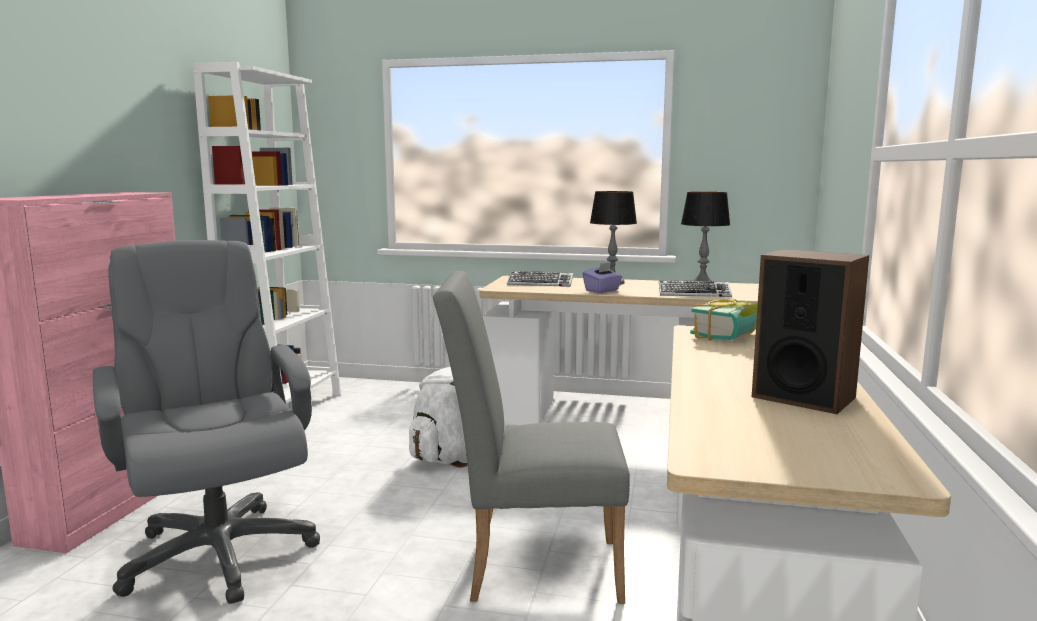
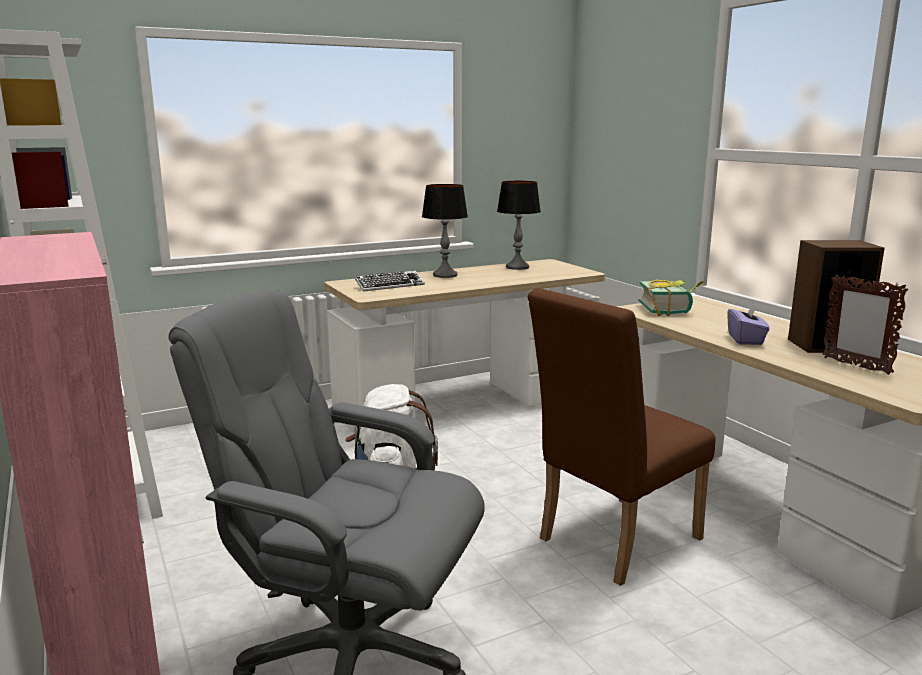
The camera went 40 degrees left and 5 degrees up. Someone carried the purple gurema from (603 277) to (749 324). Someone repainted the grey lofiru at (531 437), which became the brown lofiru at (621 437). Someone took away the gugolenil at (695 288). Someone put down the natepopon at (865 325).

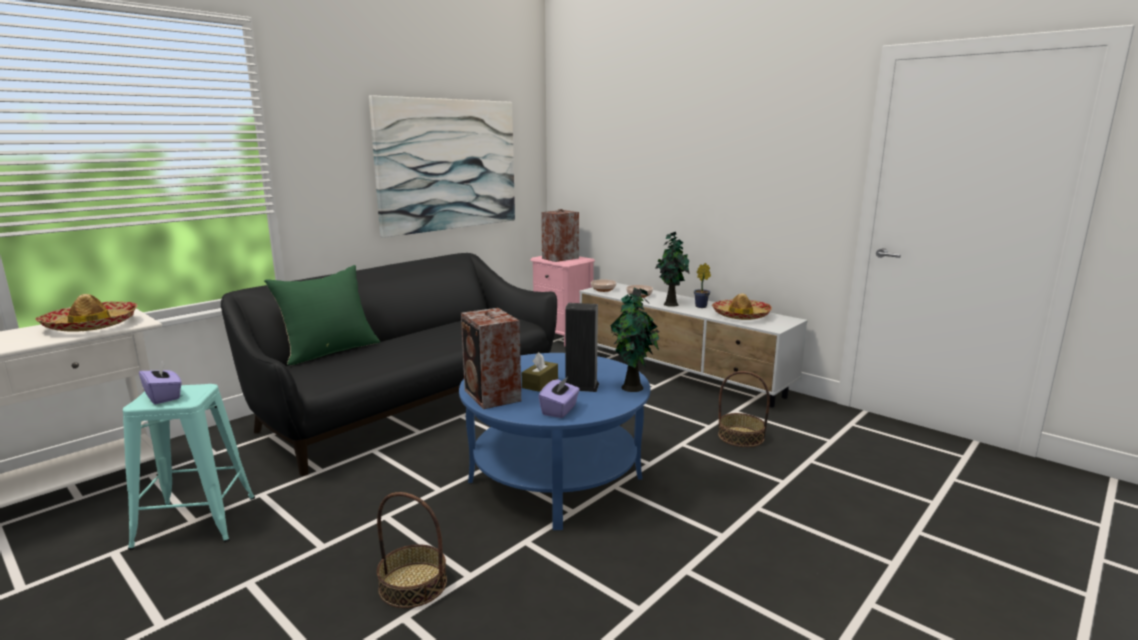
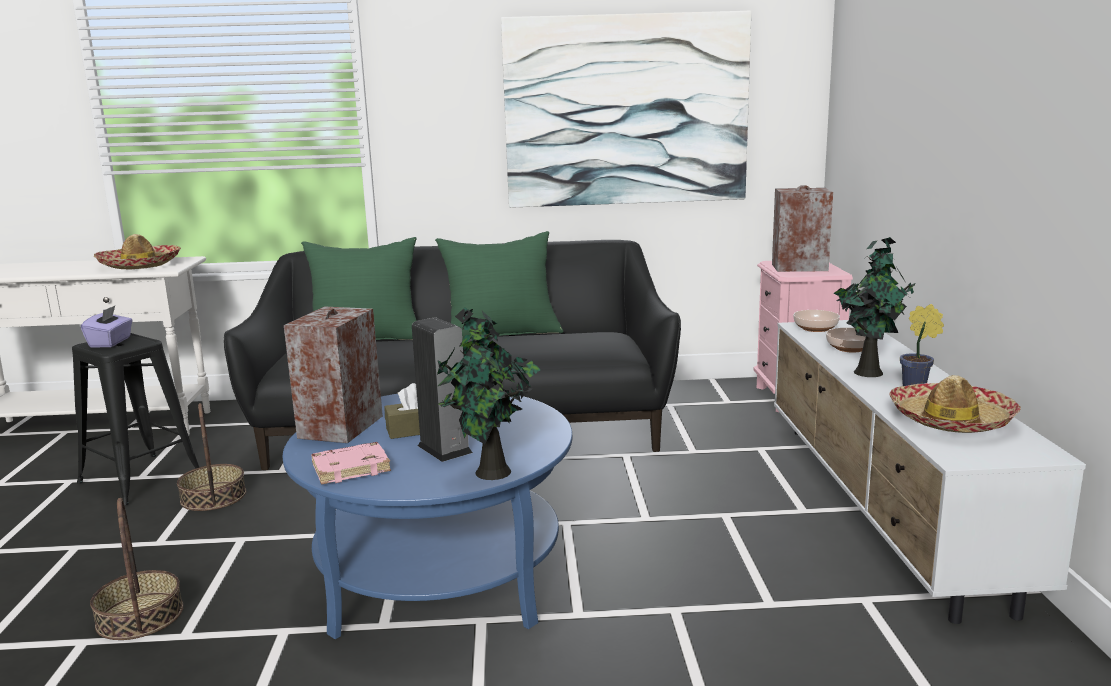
The camera went 45 degrees right and 0 degrees up. Someone carried the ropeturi from (744 409) to (211 457). Someone swapped the purple gurema at (559 397) for the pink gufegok at (351 463). Someone repainted the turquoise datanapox at (189 467), which became the black datanapox at (135 419). Someone put down the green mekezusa at (499 285).

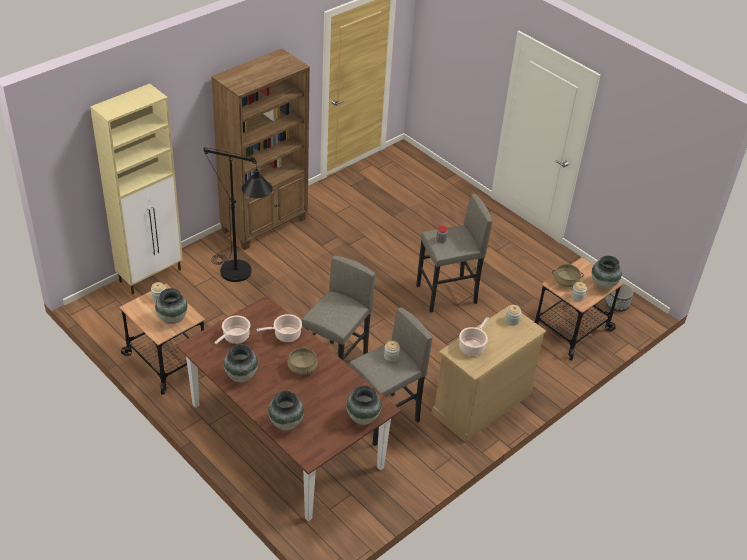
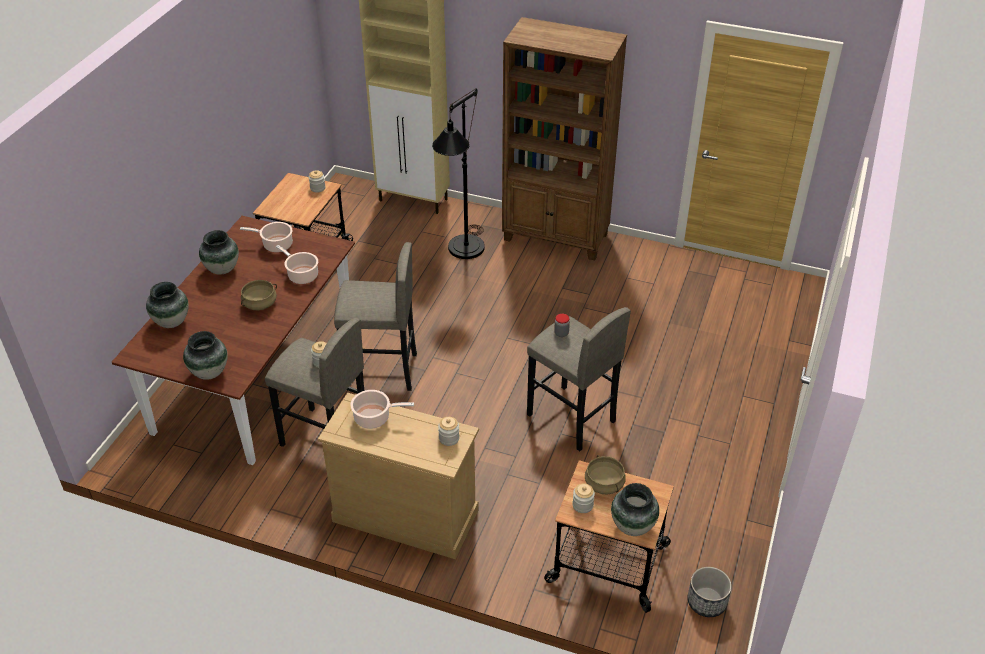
The camera went 65 degrees right and 0 degrees up. Someone took away the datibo at (171 306).

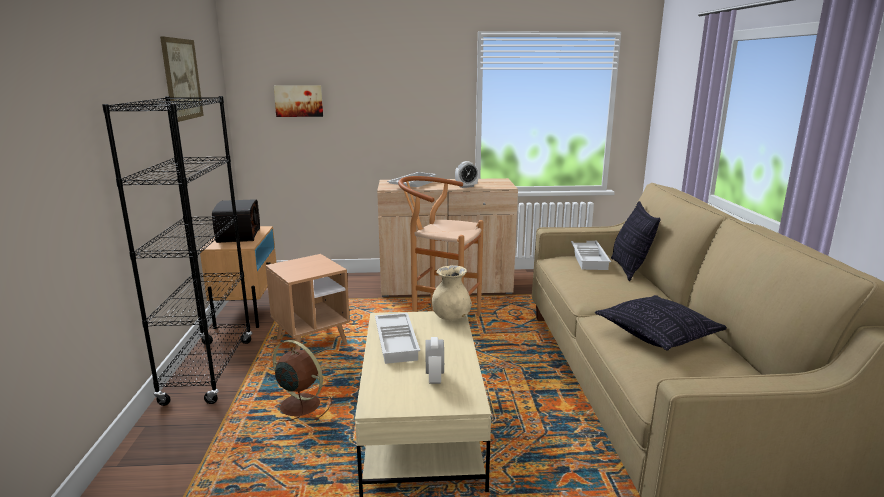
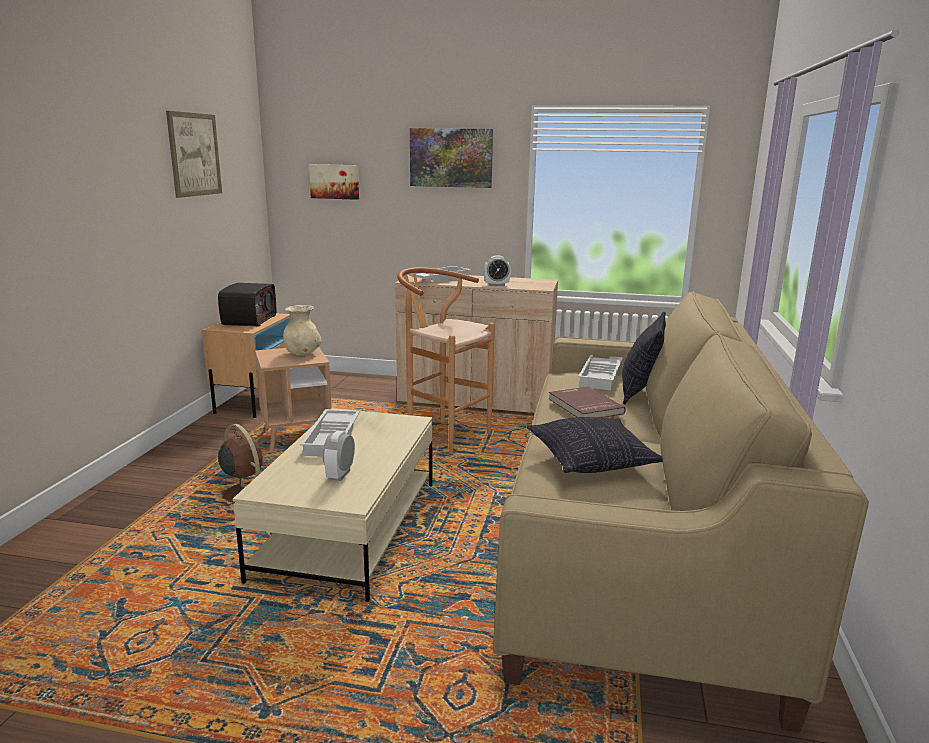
The camera went 15 degrees right and 0 degrees up. Someone took away the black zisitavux at (177 251). Someone carried the beige datibo from (452 292) to (302 330). Someone put up the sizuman at (451 158). Someone put down the red gufegok at (587 402).

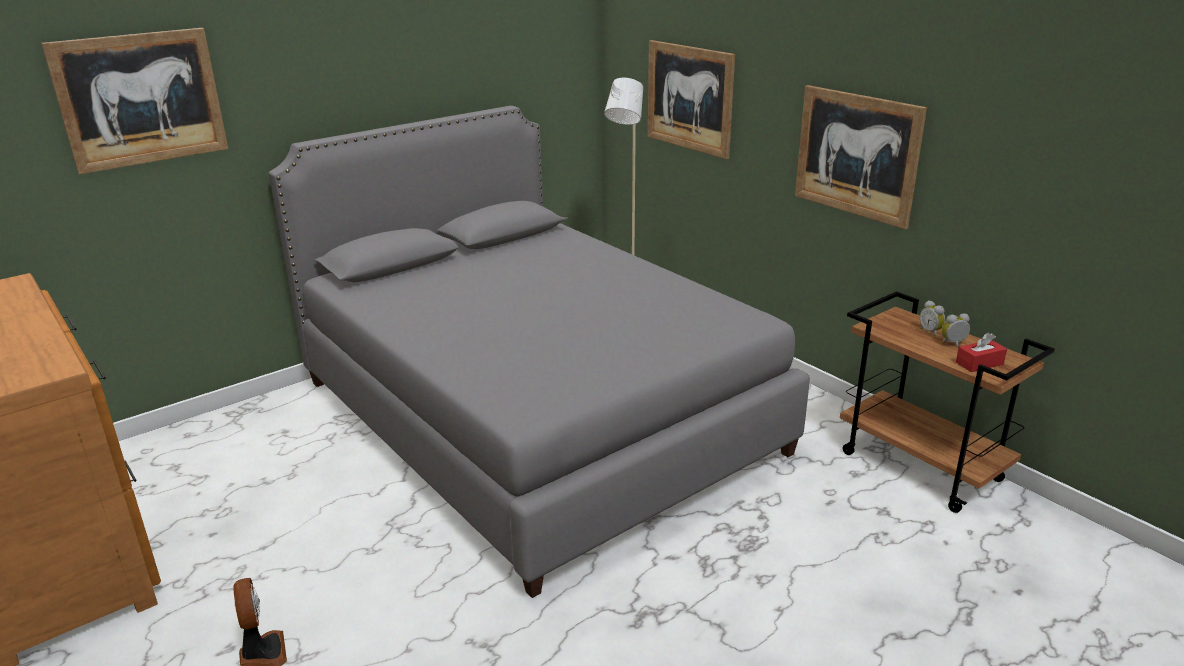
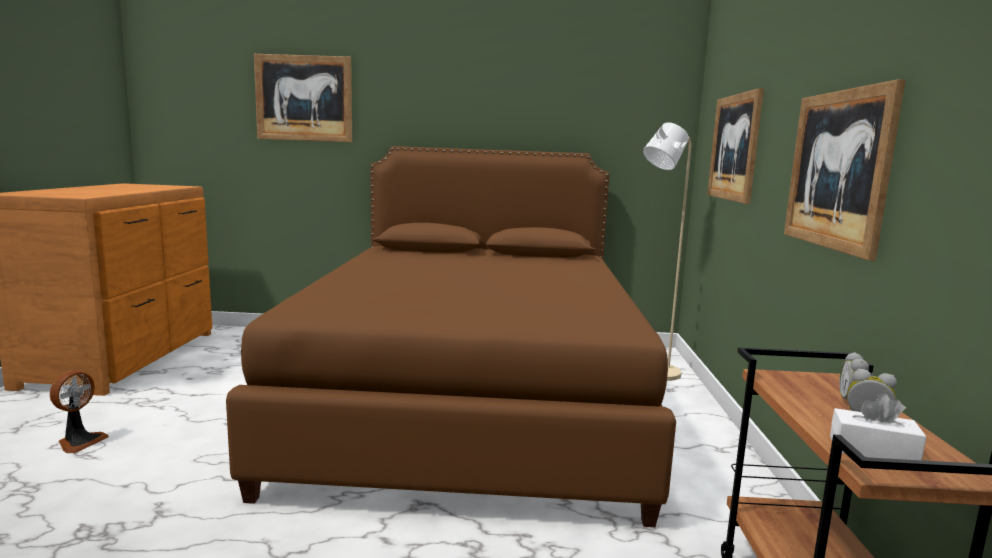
The camera went 40 degrees right and 15 degrees down. Someone repainted the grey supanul at (539 352), which became the brown supanul at (451 336). Someone repainted the red gurema at (981 352), which became the white gurema at (878 426).

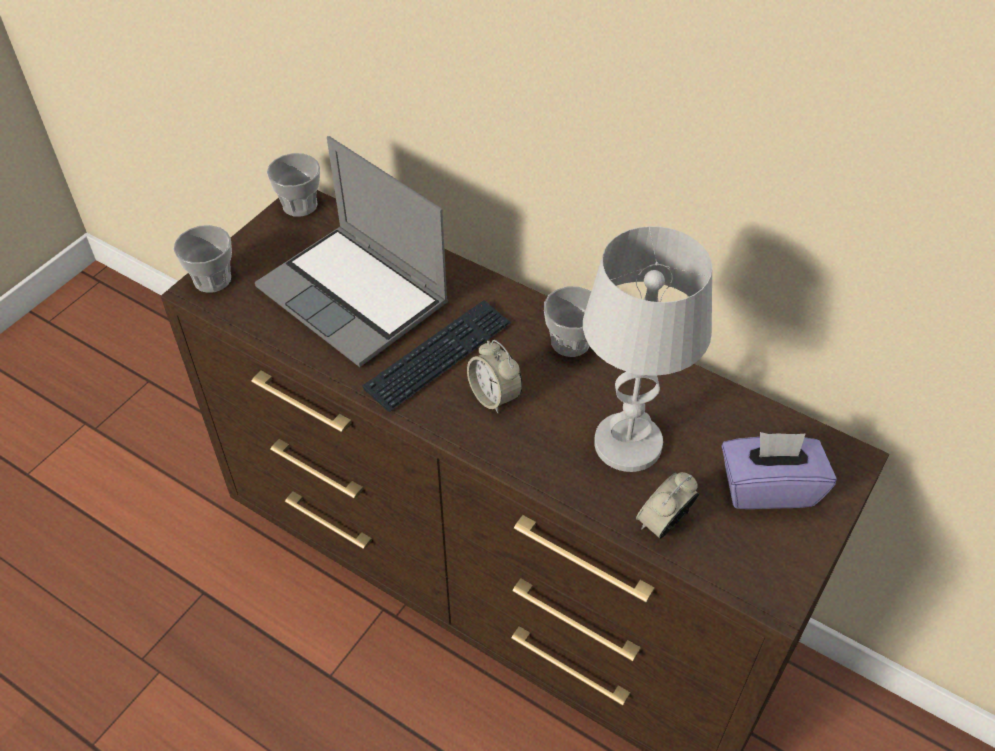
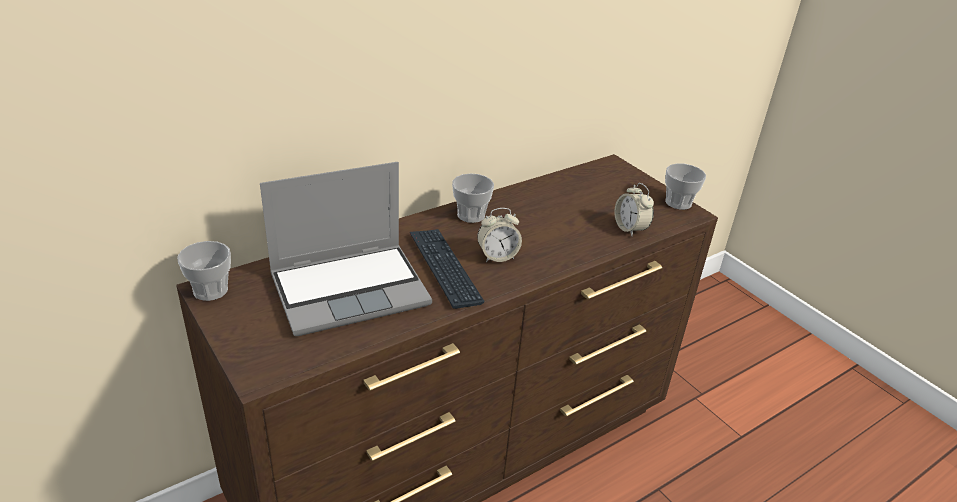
The camera went 70 degrees left and 15 degrees down. Someone carried the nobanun from (202 259) to (685 186). Someone took away the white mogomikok at (647 349). Someone took away the purple gurema at (779 470).

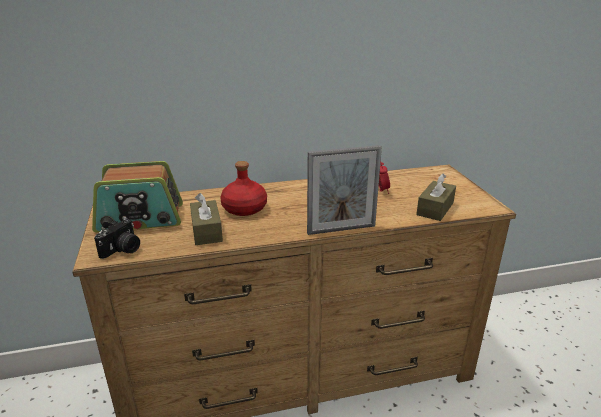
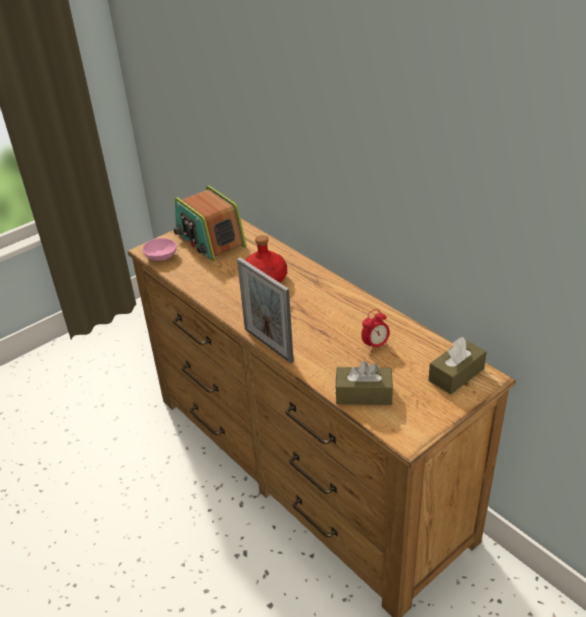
The camera went 65 degrees right and 10 degrees up. Someone carried the brown gurema from (206 219) to (457 366). Someone swapped the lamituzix at (117 239) for the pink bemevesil at (159 249).

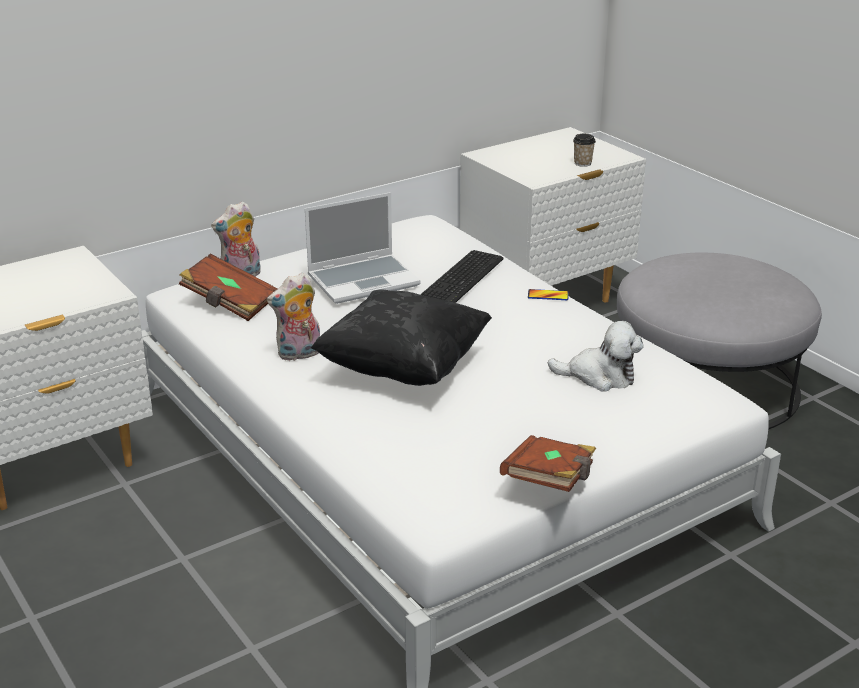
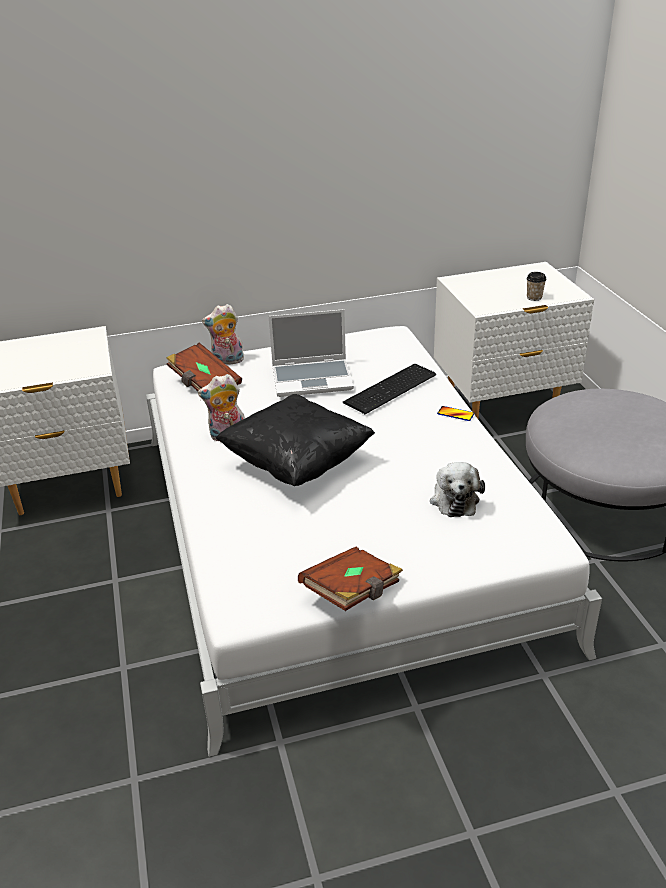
The camera went 20 degrees right and 5 degrees up. Someone rotated the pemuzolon at (596 356) by 60 degrees clockwise.

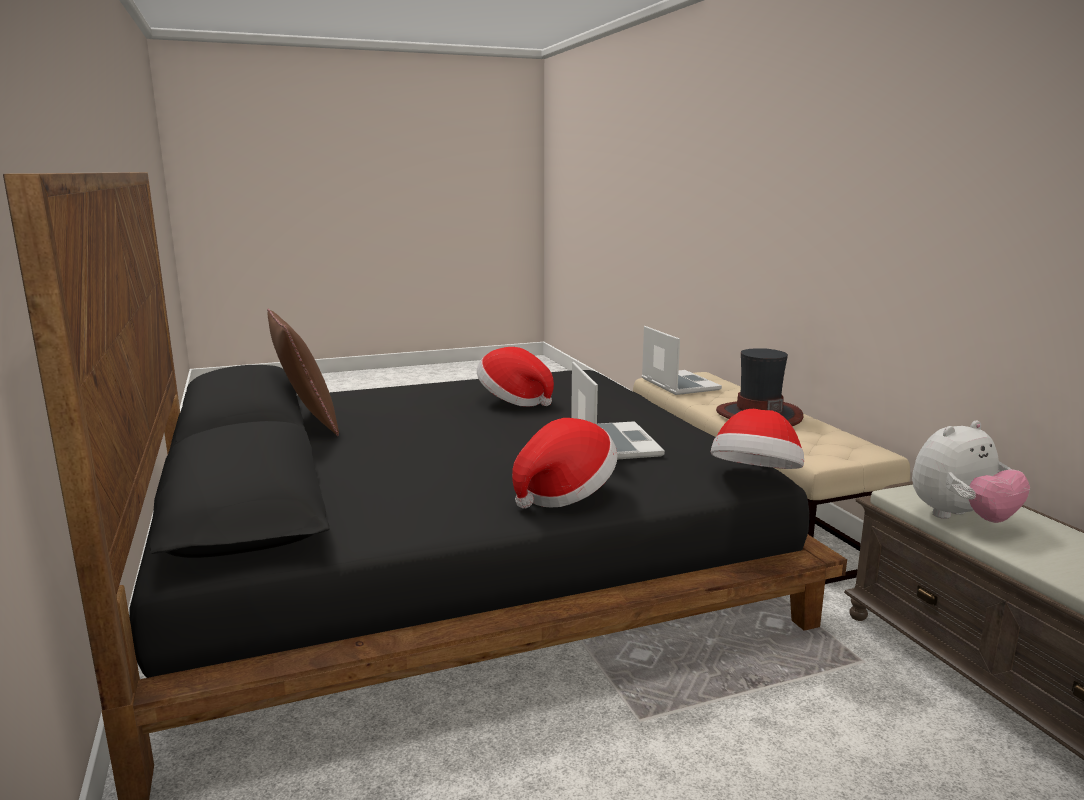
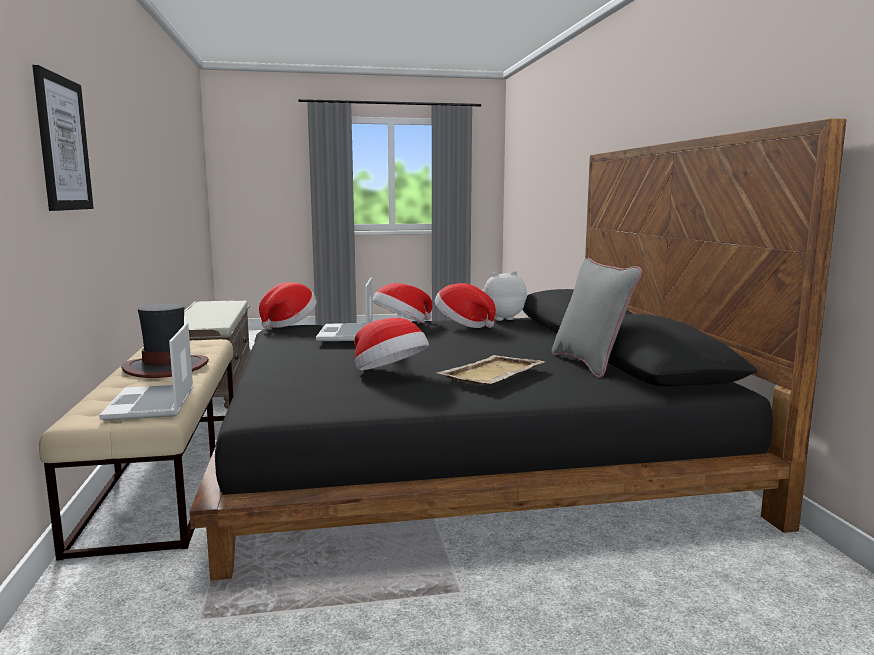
The camera went 170 degrees left and 5 degrees down. Someone repainted the brown mekezusa at (303 372), which became the grey mekezusa at (597 317). Someone carried the pemuzolon from (971 472) to (504 296). Someone put up the sizuman at (62 138). Someone put down the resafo at (465 305). Someone put down the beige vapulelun at (491 370).

